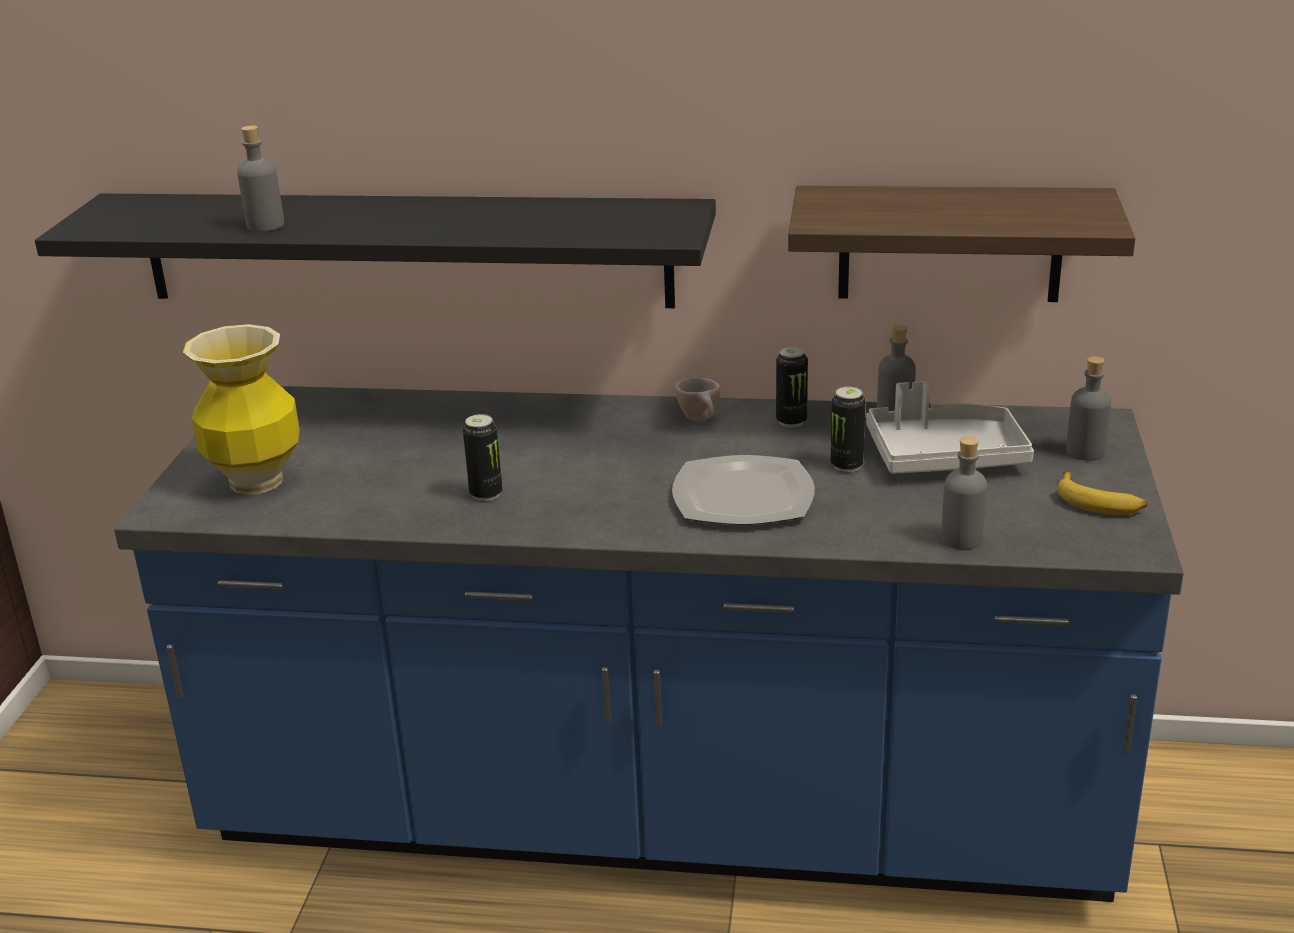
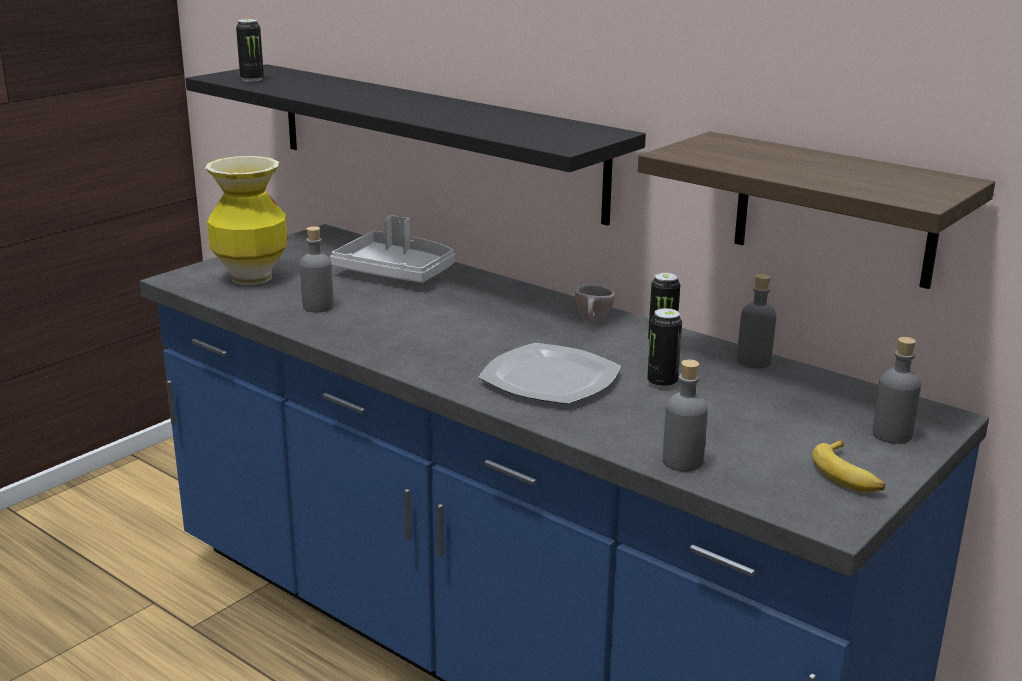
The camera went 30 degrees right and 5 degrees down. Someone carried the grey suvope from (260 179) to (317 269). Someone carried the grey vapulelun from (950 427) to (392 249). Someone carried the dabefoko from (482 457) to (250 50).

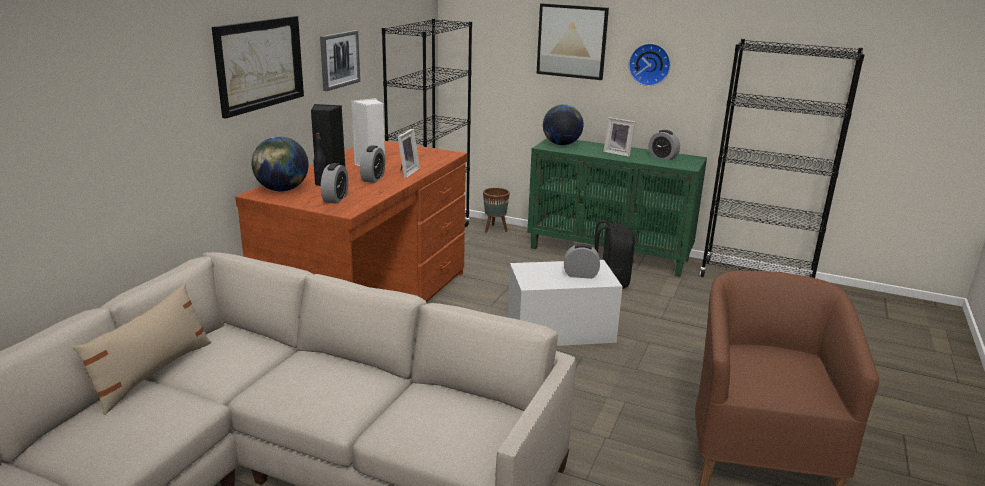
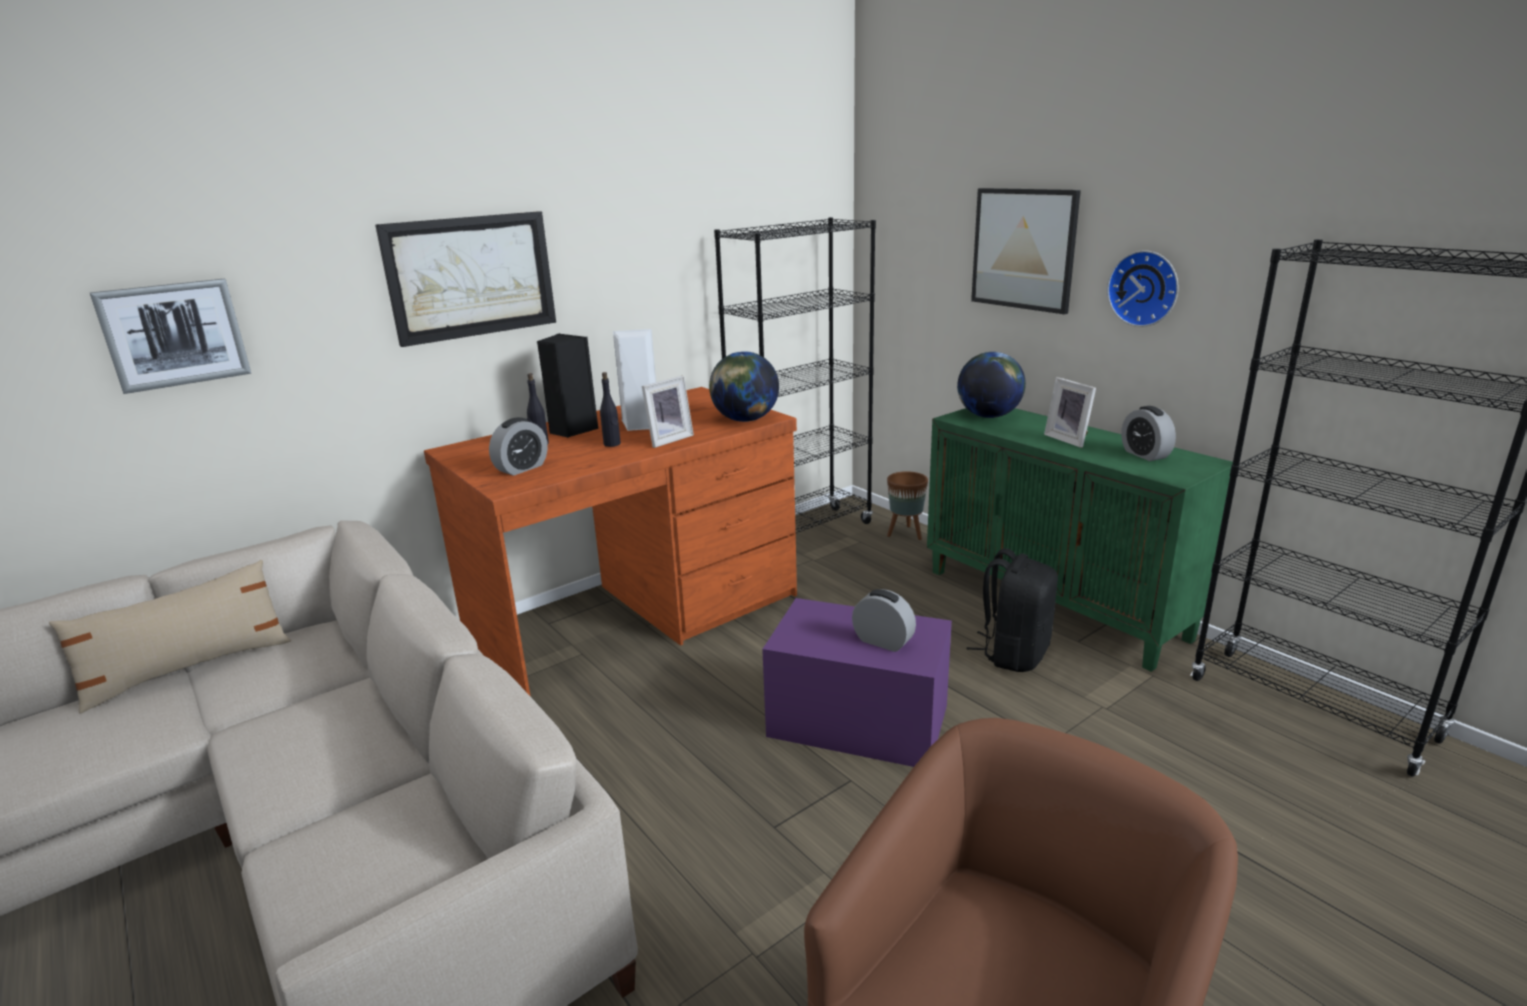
The camera went 30 degrees right and 0 degrees up. Someone carried the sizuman from (340 60) to (170 336). Someone carried the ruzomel from (280 164) to (744 386). Someone swapped the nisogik at (372 164) for the black suvope at (610 409). Someone repainted the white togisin at (565 303), which became the purple togisin at (857 682).

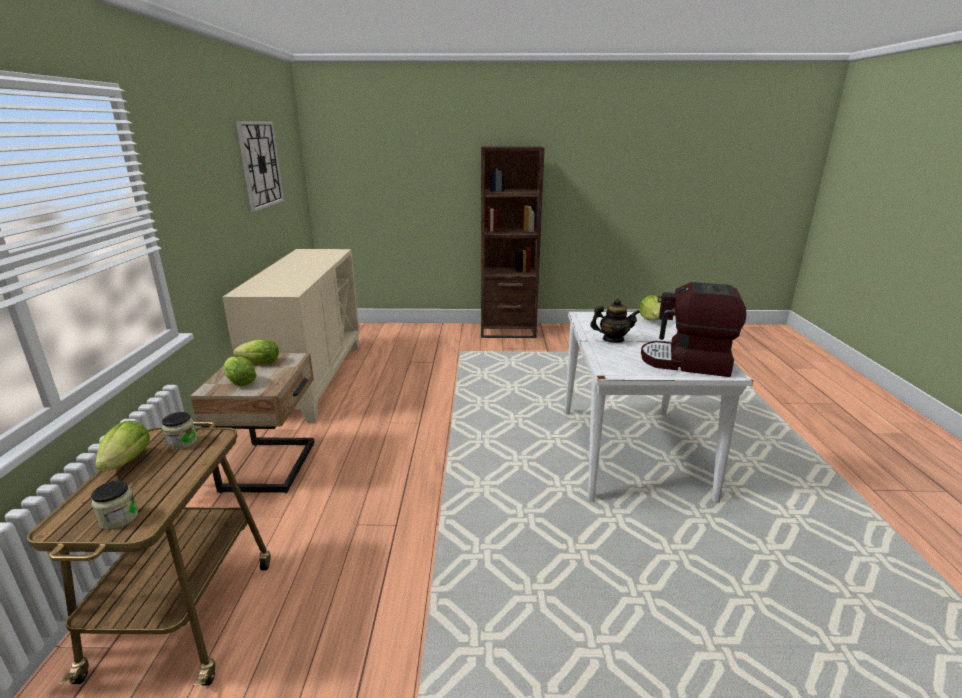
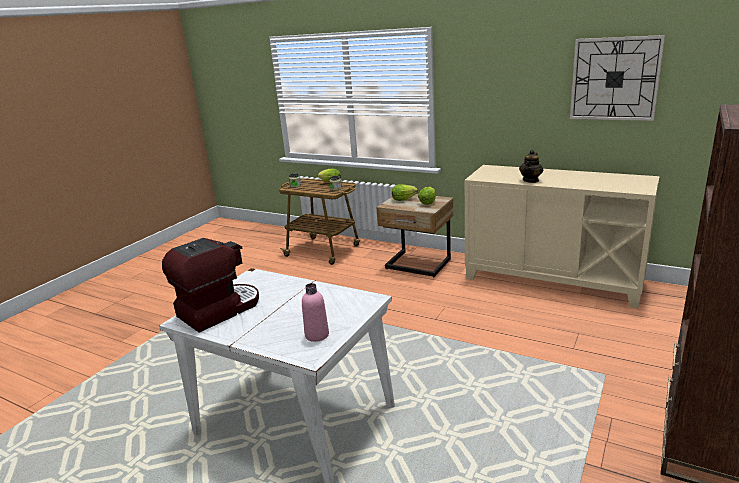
The camera went 120 degrees right and 0 degrees up. Someone swapped the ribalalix at (650 307) for the pink suvope at (315 312). Someone carried the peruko from (615 320) to (531 166).

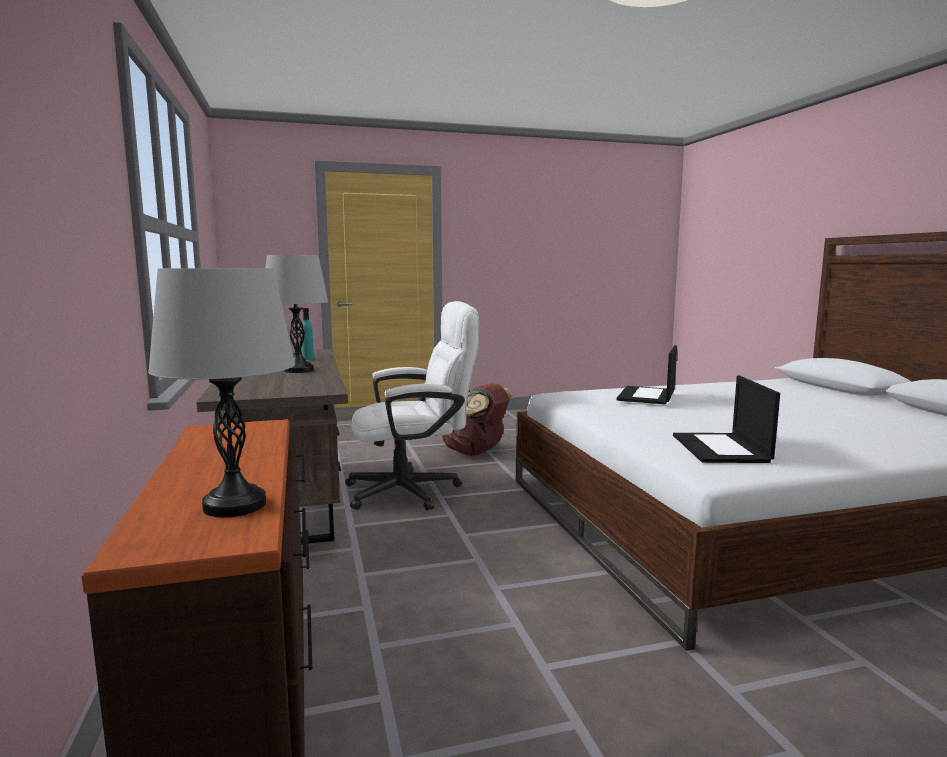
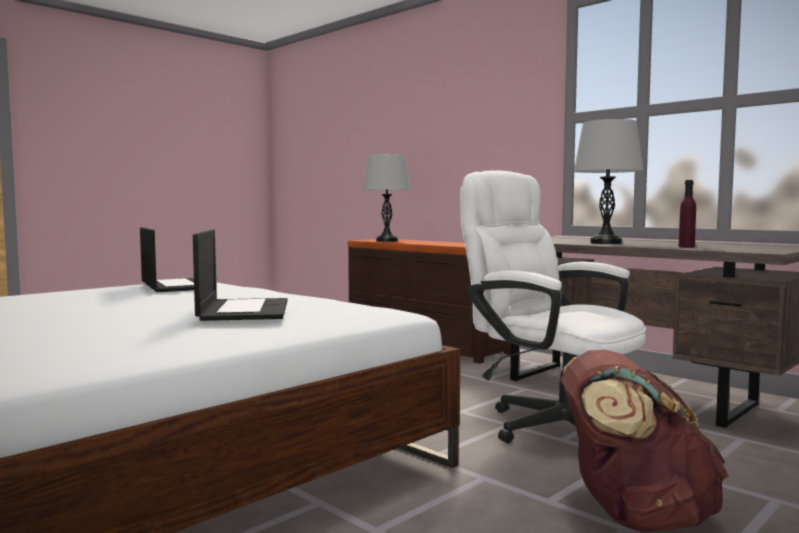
The camera went 150 degrees right and 5 degrees down. Someone rotated the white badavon at (412 406) by 90 degrees clockwise. Someone repainted the turquoise suvope at (307 334), which became the purple suvope at (687 214).

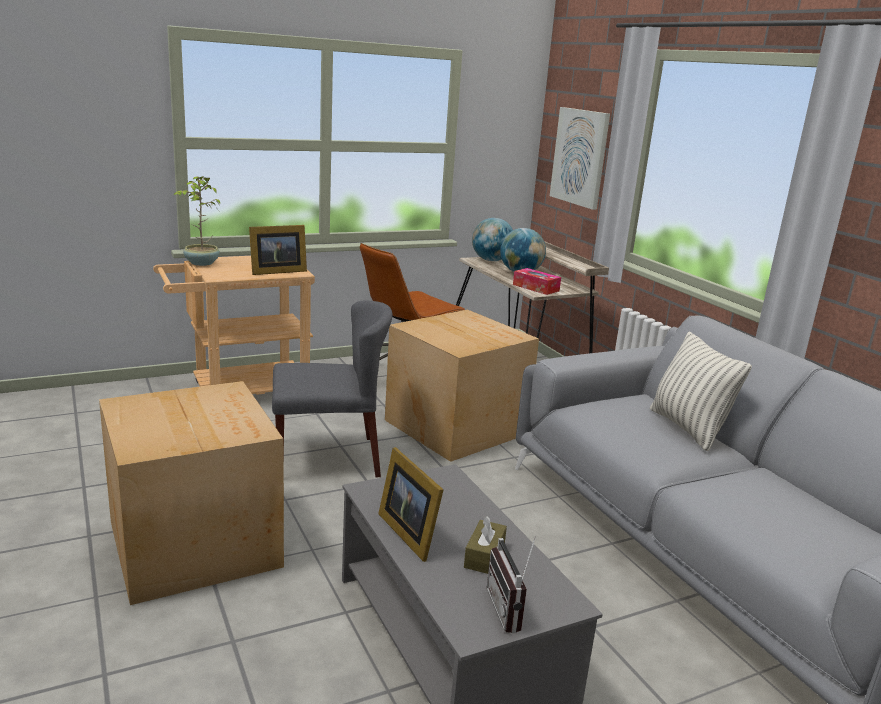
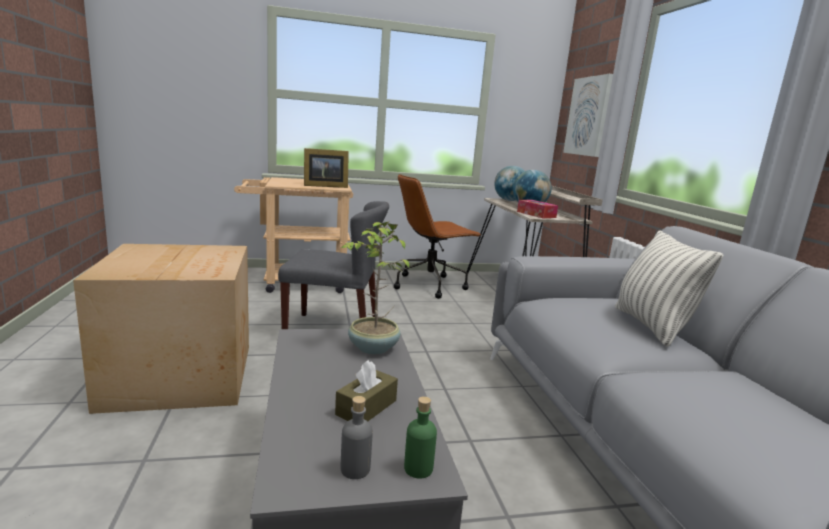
The camera went 15 degrees right and 5 degrees down. Someone carried the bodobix from (196 221) to (375 287). Someone took away the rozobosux at (462 386). Someone took away the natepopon at (411 504). Someone swapped the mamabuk at (511 584) for the grey suvope at (357 437). Someone put down the green suvope at (420 437).

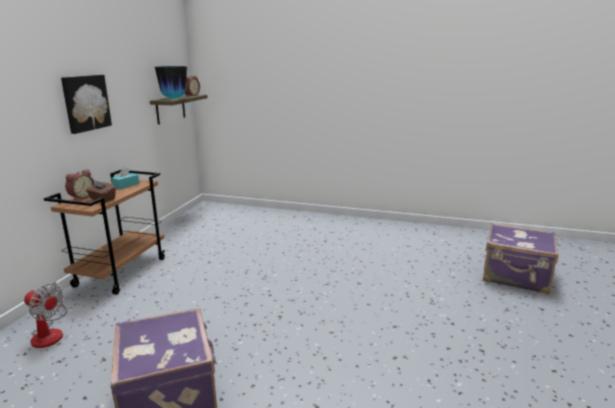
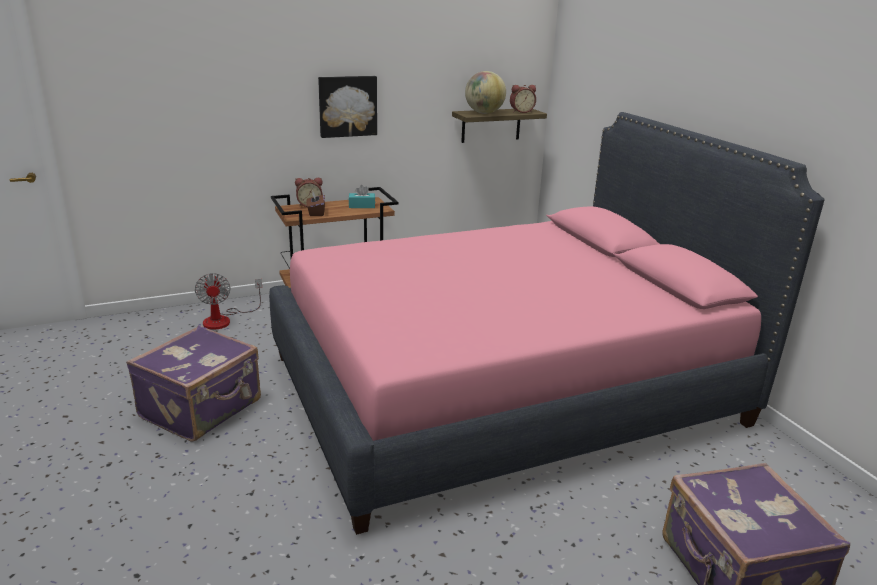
The camera went 50 degrees right and 5 degrees up. Someone swapped the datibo at (171 82) for the ruzomel at (485 92). Someone put down the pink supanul at (546 323).

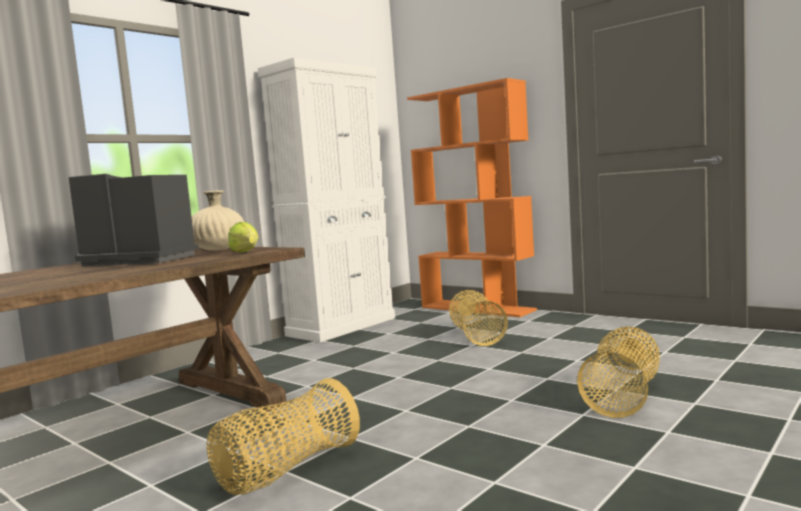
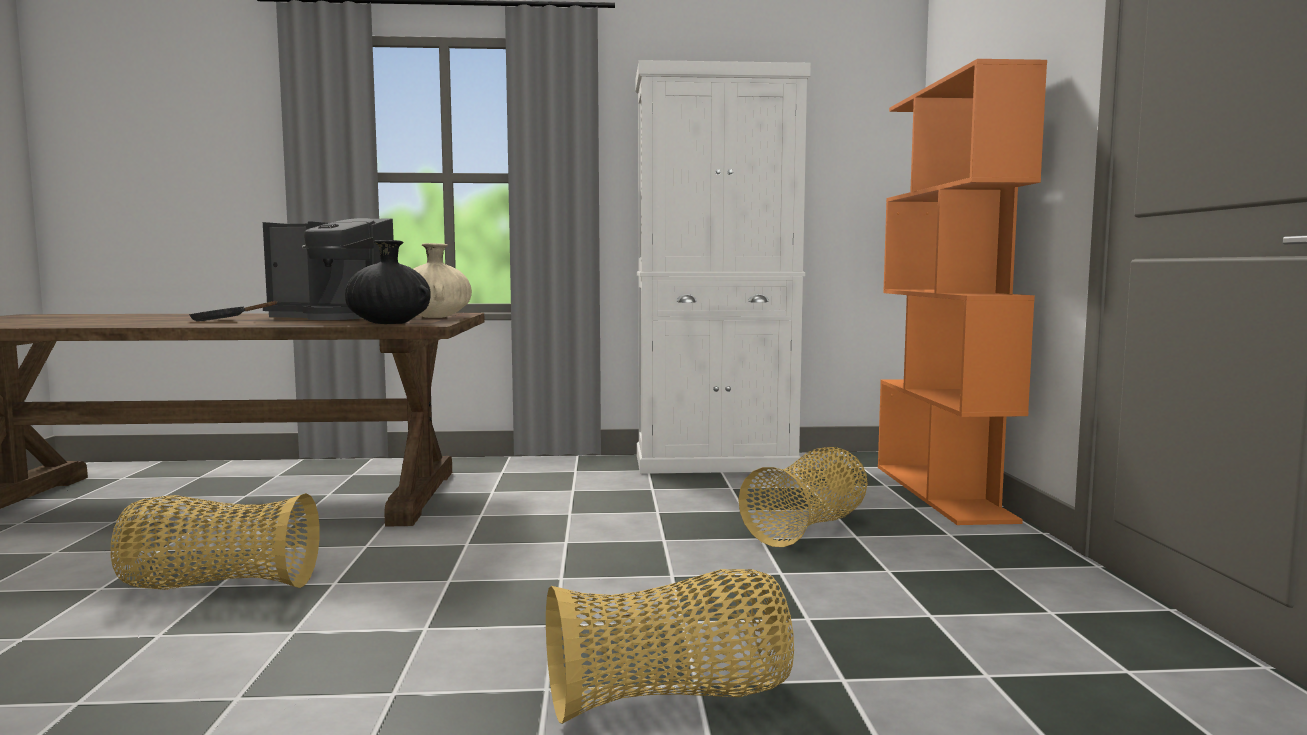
The camera went 45 degrees right and 0 degrees up. Someone rotated the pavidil at (134 220) by 135 degrees clockwise. Someone swapped the ribalalix at (243 237) for the black datibo at (388 282). Someone put down the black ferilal at (233 311).

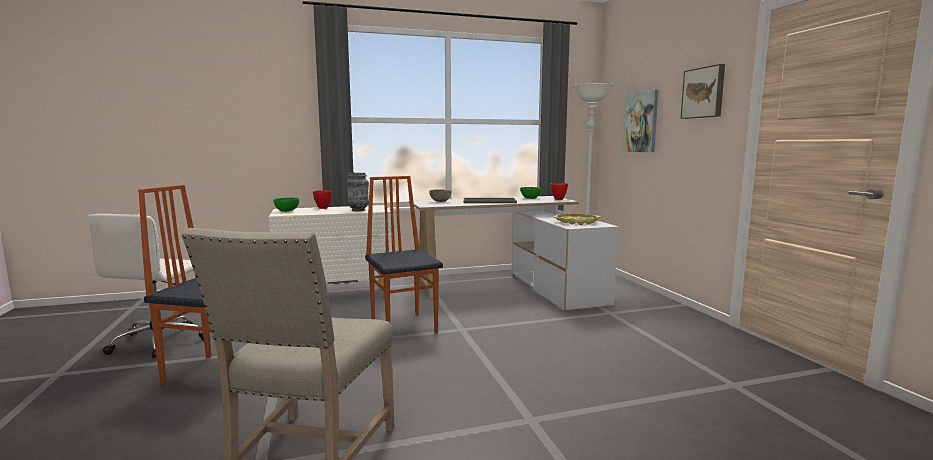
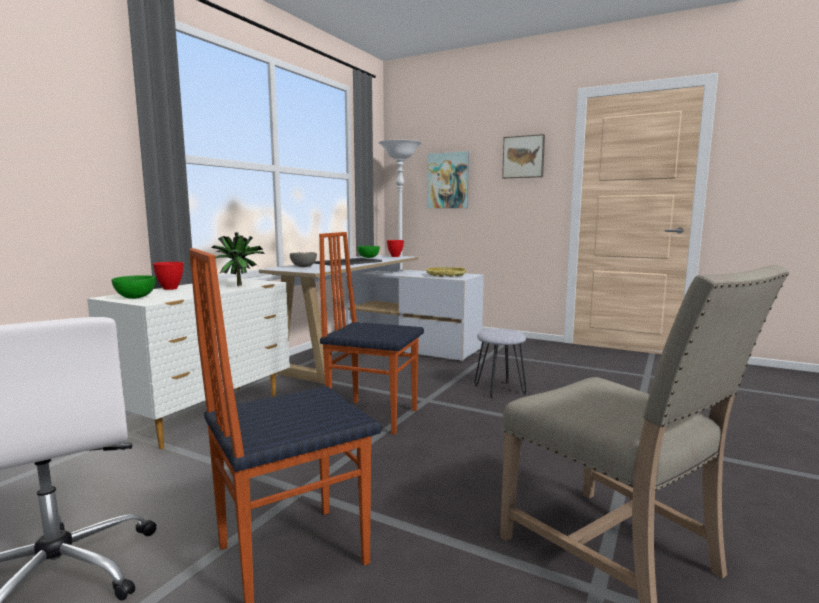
The camera went 45 degrees left and 0 degrees up. Someone swapped the datibo at (357 192) for the bodobix at (237 259). Someone put down the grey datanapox at (500 363).

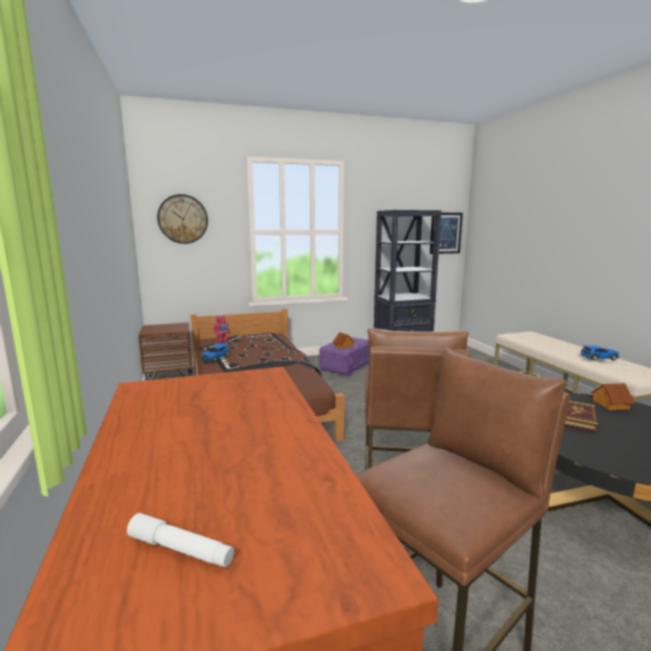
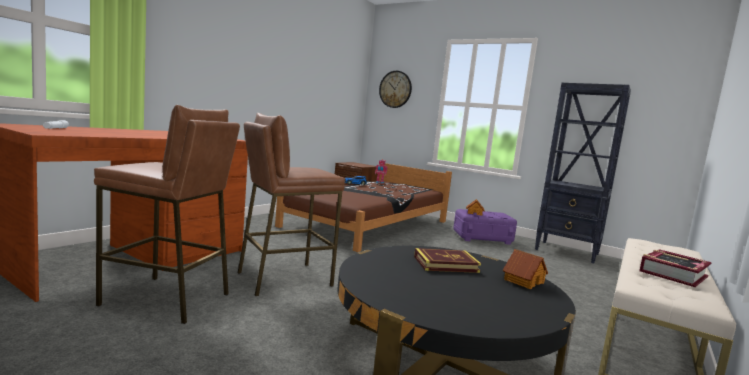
The camera went 50 degrees right and 5 degrees down. Someone took away the sizuman at (446 233). Someone swapped the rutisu at (599 352) for the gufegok at (675 268).

